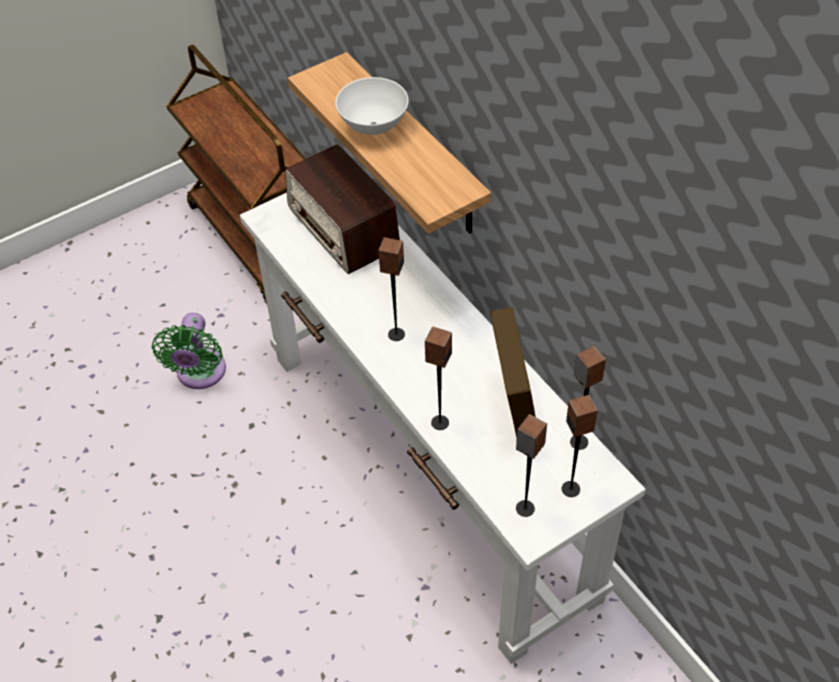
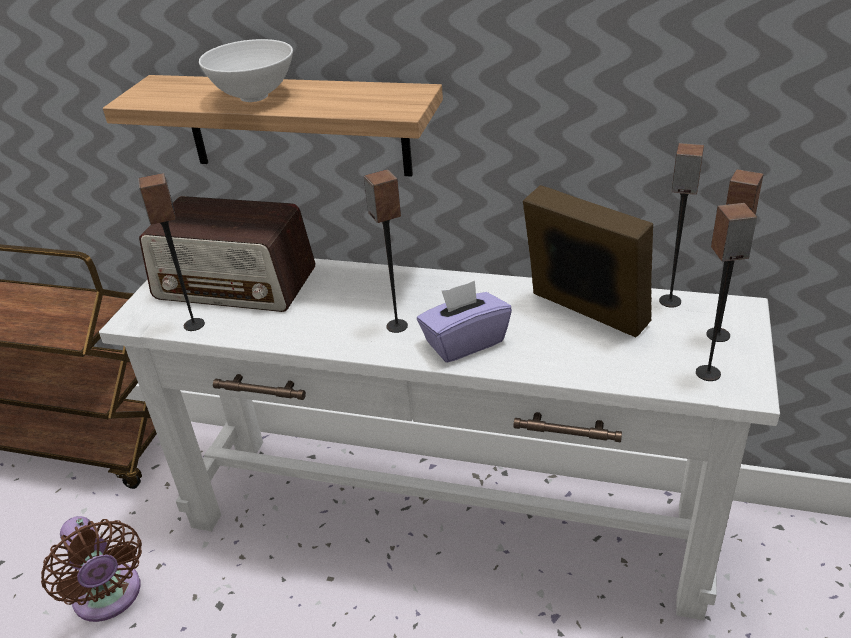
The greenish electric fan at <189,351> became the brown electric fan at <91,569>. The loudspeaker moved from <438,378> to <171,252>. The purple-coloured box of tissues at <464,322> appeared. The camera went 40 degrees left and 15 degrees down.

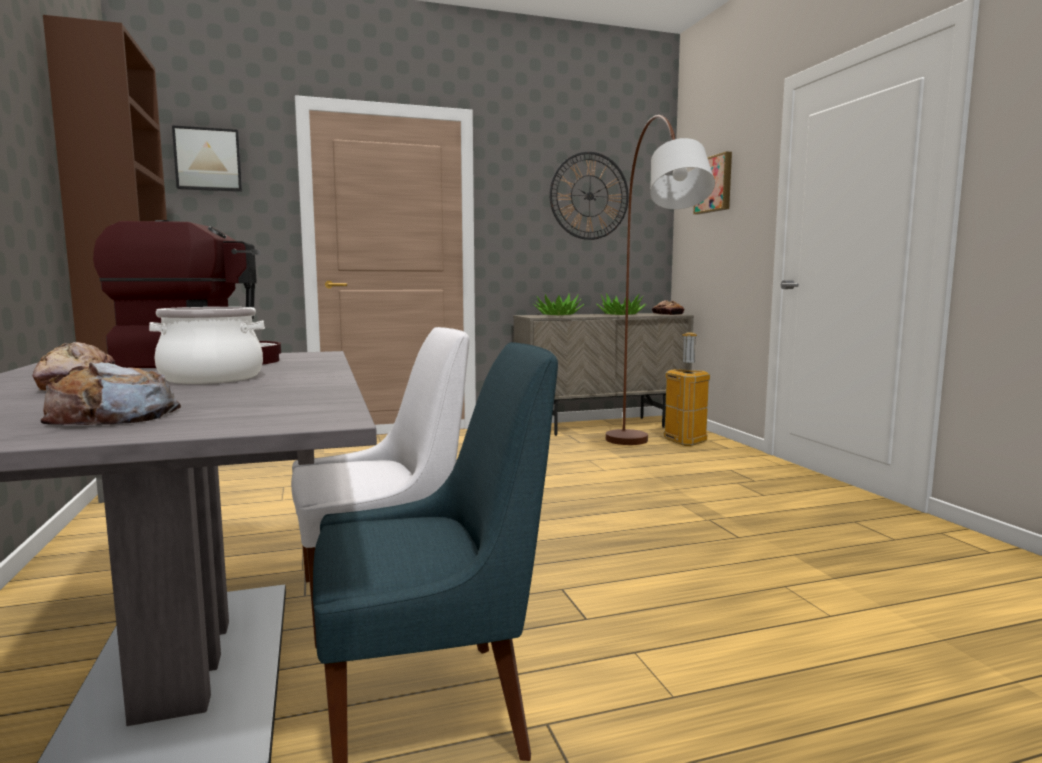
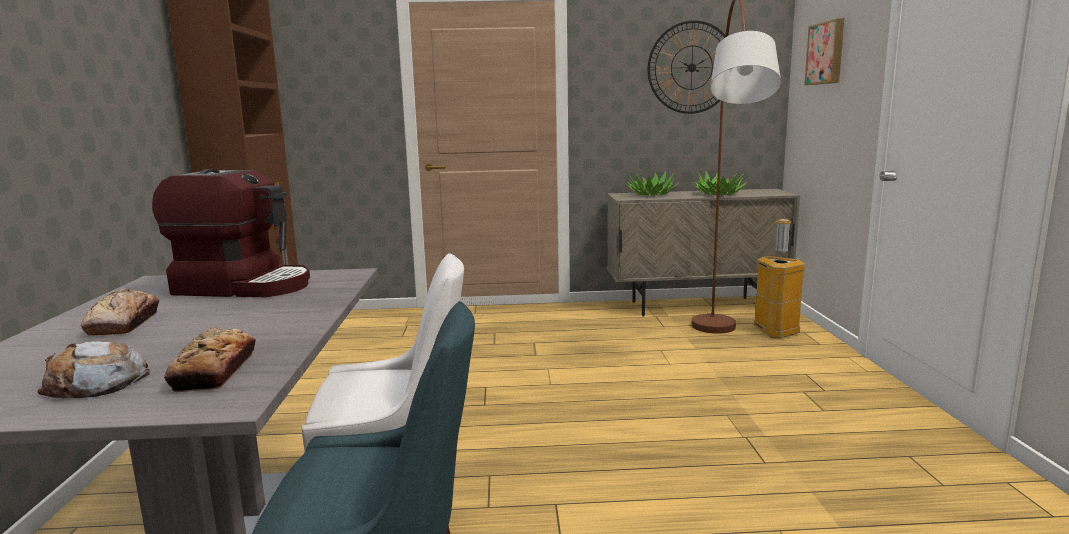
The cooking pot at <207,345> disappeared. The wall picture at <207,158> disappeared. The bread moved from <668,307> to <210,359>. The camera went 15 degrees right and 5 degrees up.

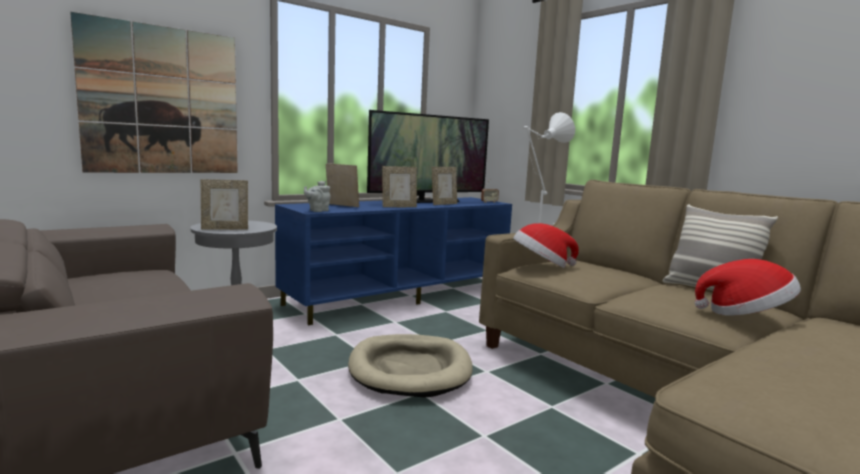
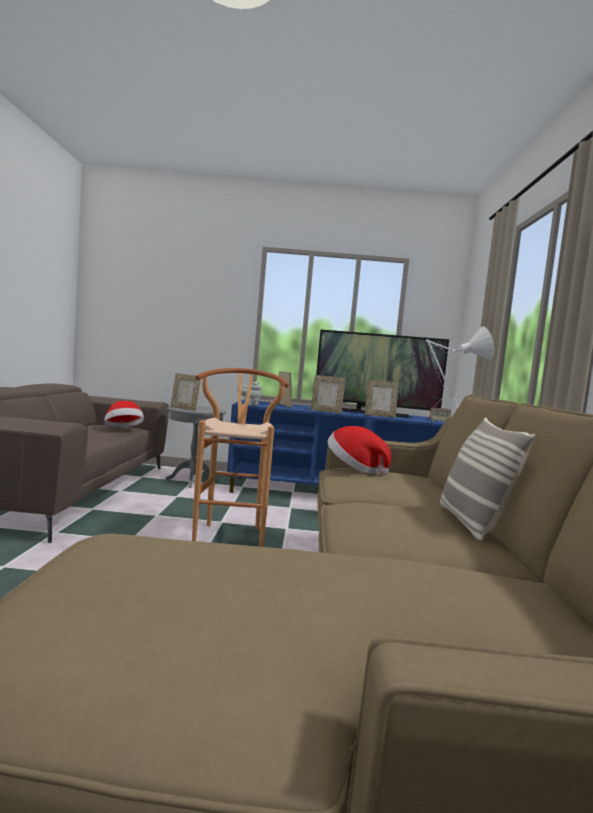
The wall picture at <154,92> disappeared. The beige pet bed at <410,366> was replaced by the brown stool seat at <240,457>. The hat moved from <747,287> to <124,414>. The camera went 40 degrees right and 5 degrees down.

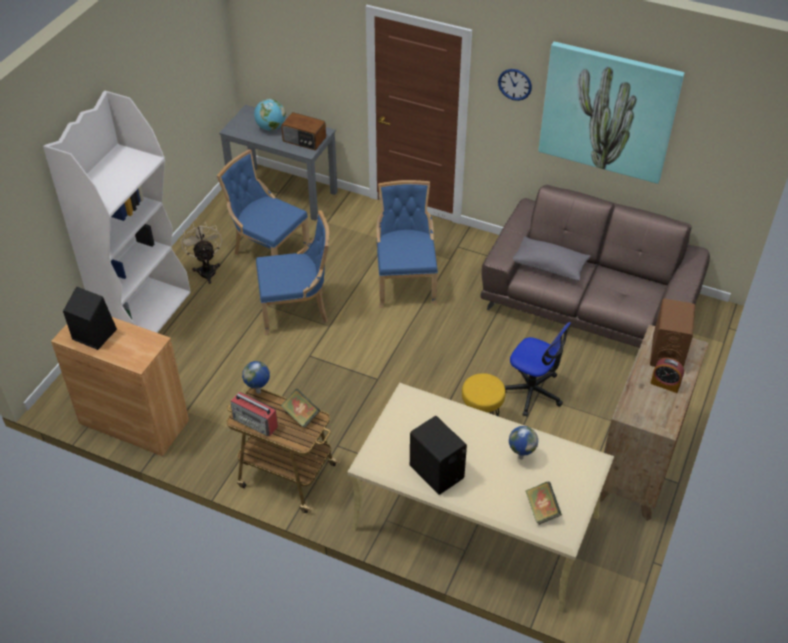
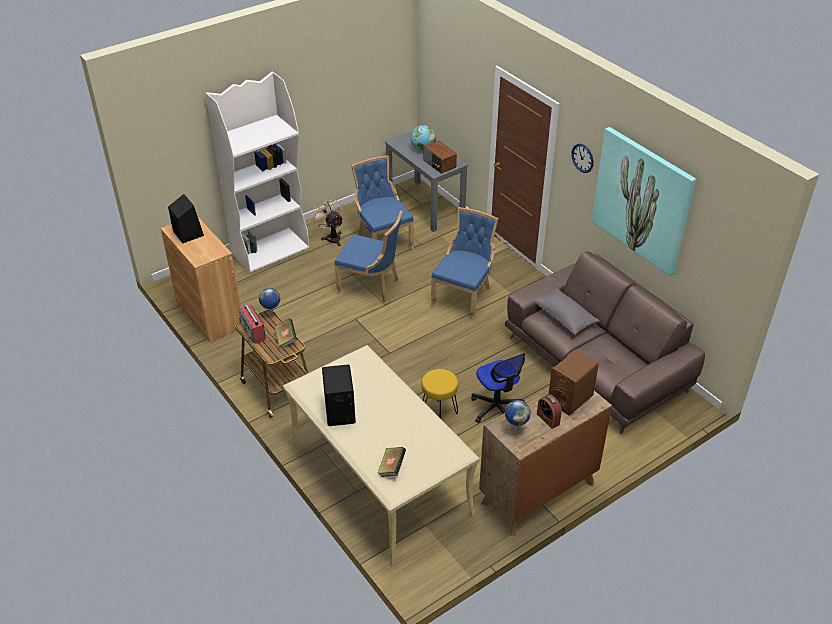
The beige electric fan at <201,252> turned 45 degrees counterclockwise. The desk globe moved from <523,443> to <518,415>. The camera went 30 degrees right and 5 degrees down.

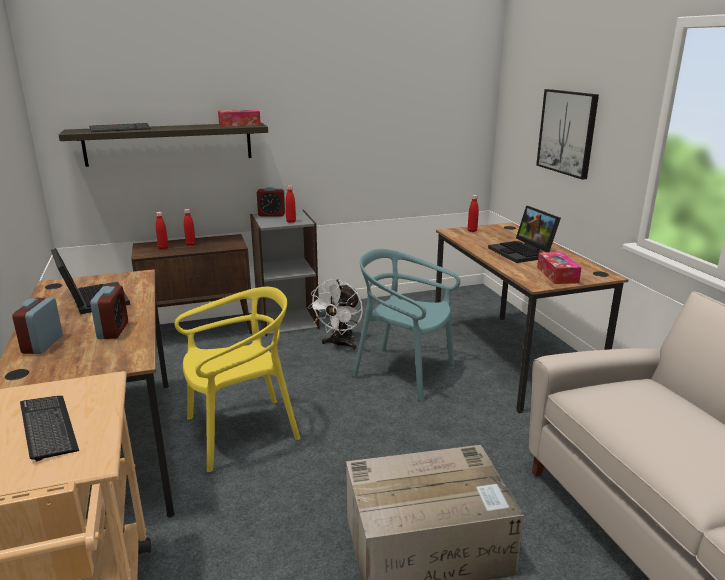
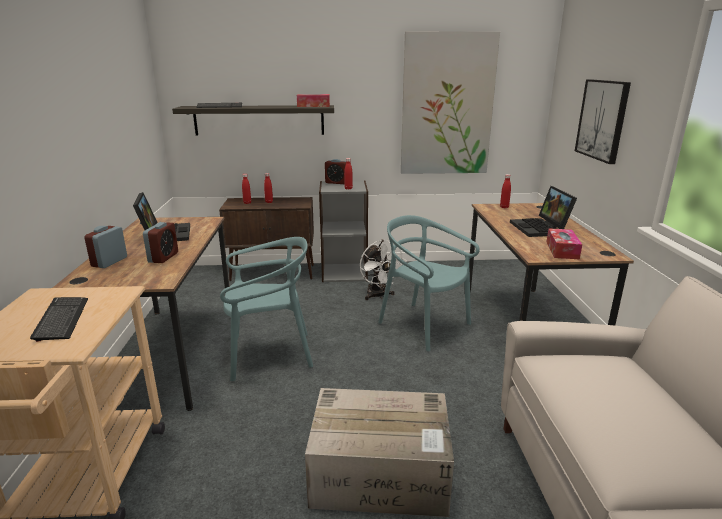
The yellowish upright chair at <237,379> became the turquoise upright chair at <266,309>. The white electric fan at <335,314> turned 60 degrees counterclockwise. The wall picture at <450,102> appeared. The camera went 15 degrees right and 0 degrees up.

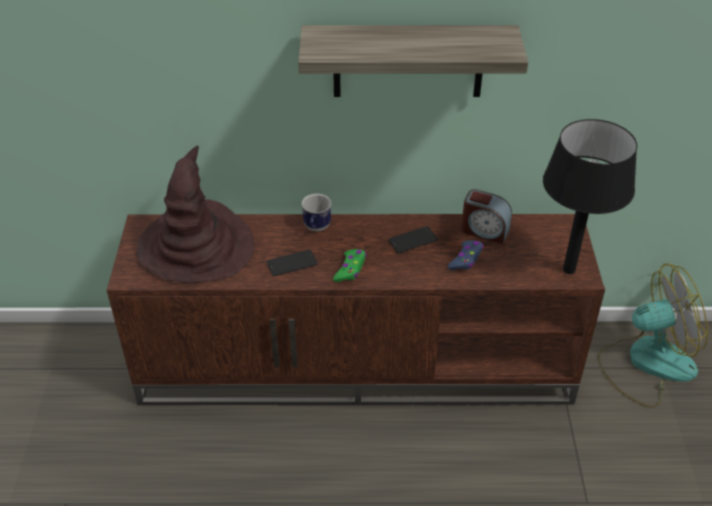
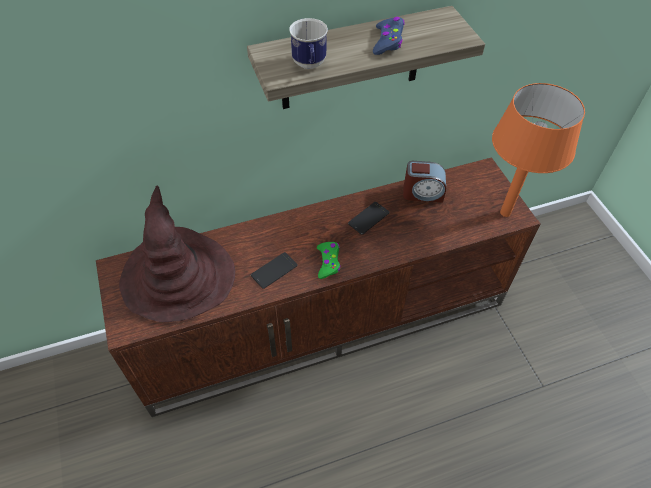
The coffee mug moved from <316,212> to <308,43>. The blue-coloured joypad moved from <465,255> to <389,36>. The black-coloured tabletop lamp at <590,196> became the orange-coloured tabletop lamp at <538,150>. The electric fan at <652,335> disappeared. The camera went 20 degrees left and 10 degrees up.

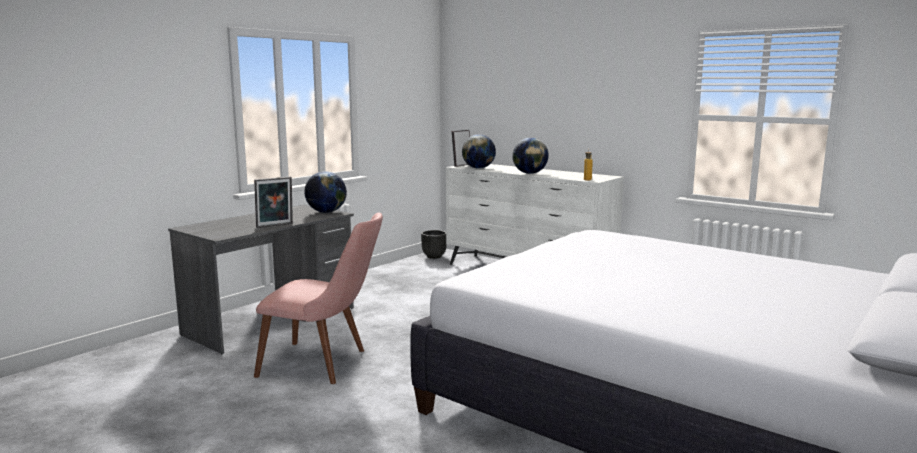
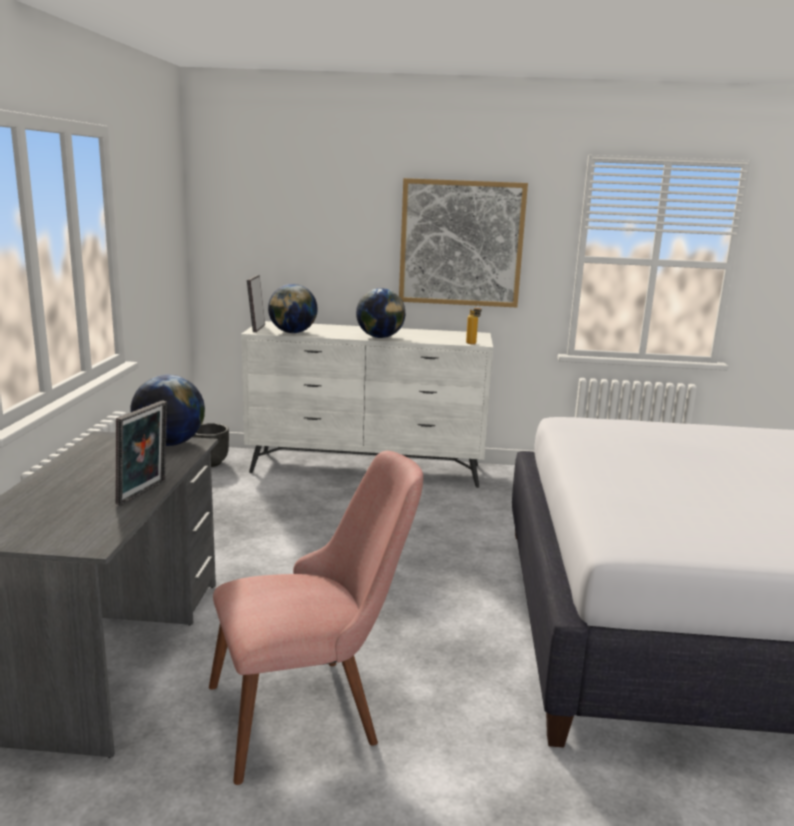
The wall picture at <463,242> appeared. The camera went 35 degrees left and 5 degrees up.

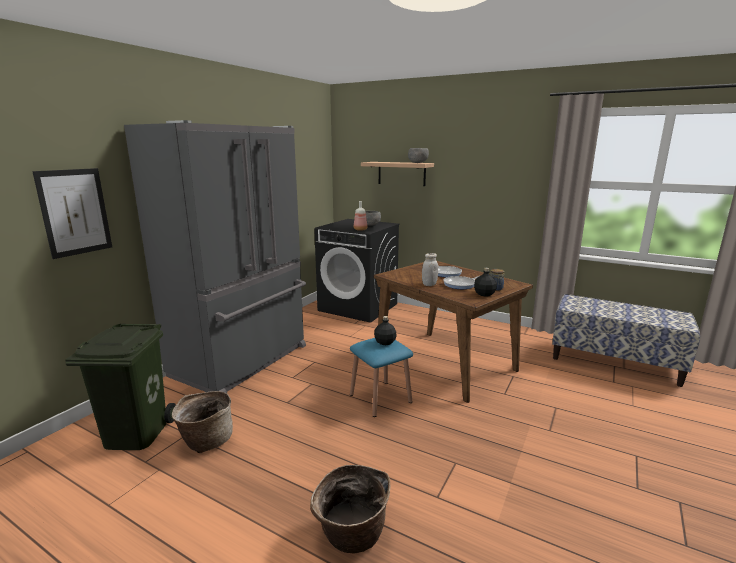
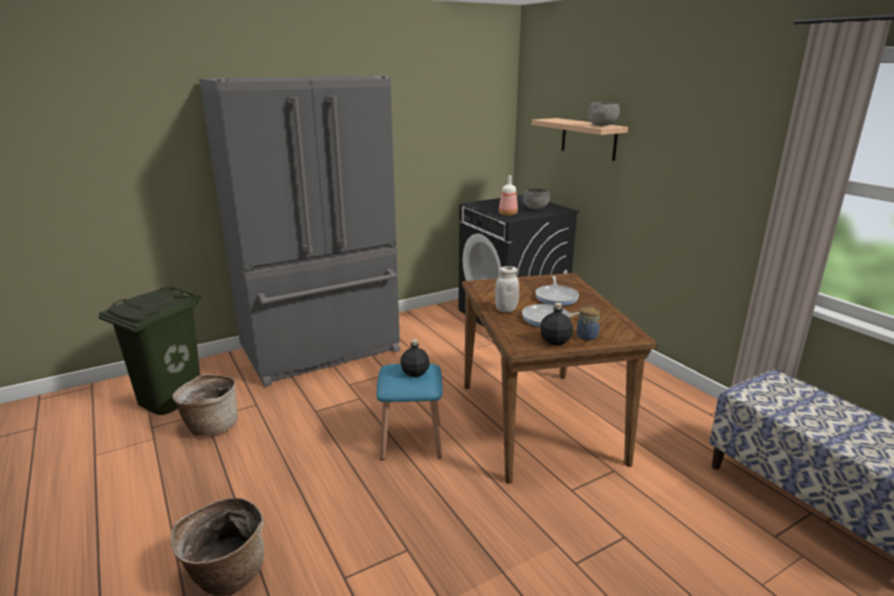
The wall picture at <72,213> disappeared. The camera went 30 degrees right and 5 degrees up.

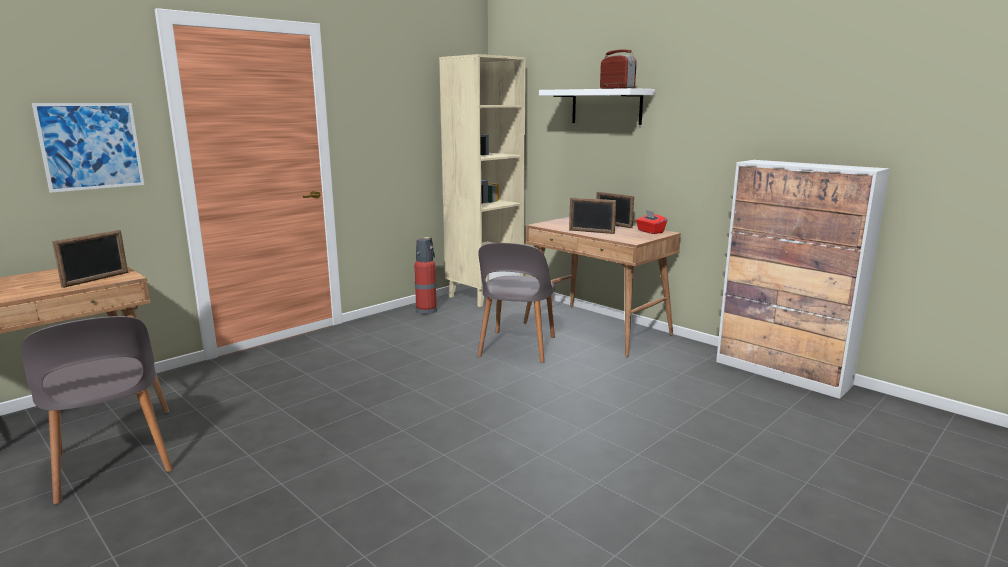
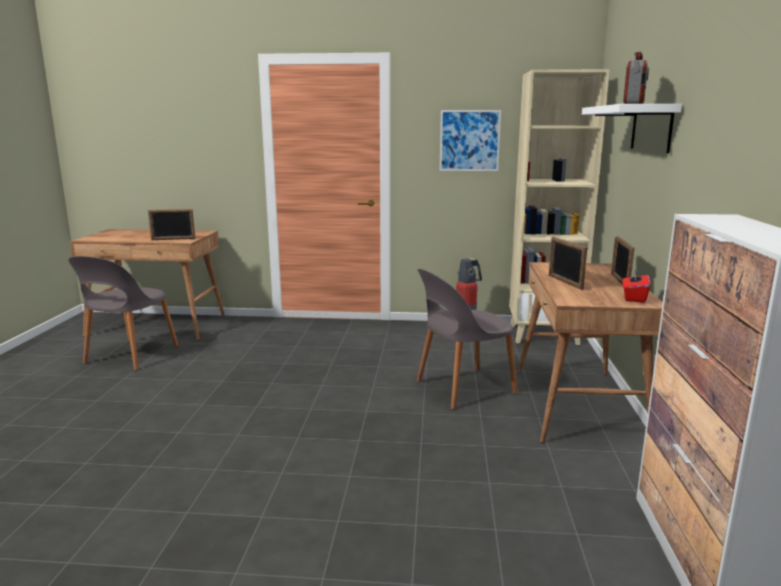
The wall picture moved from <88,148> to <470,140>. The camera went 50 degrees right and 0 degrees up.

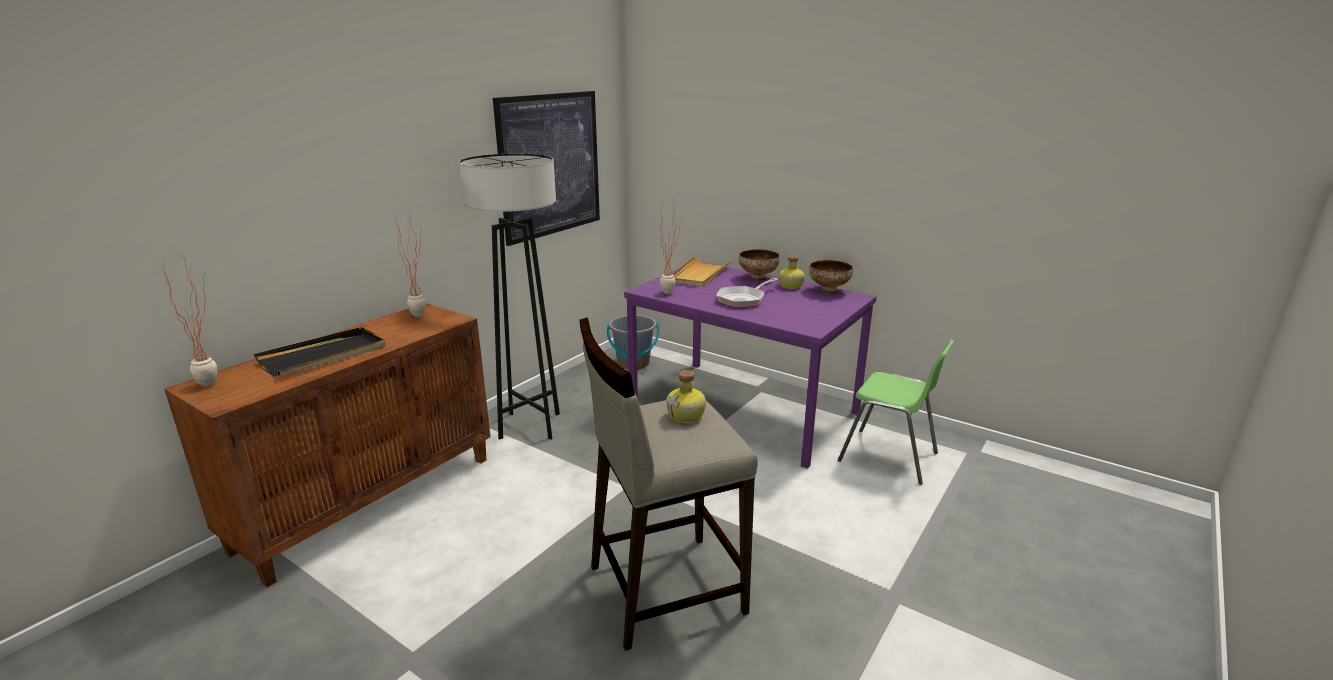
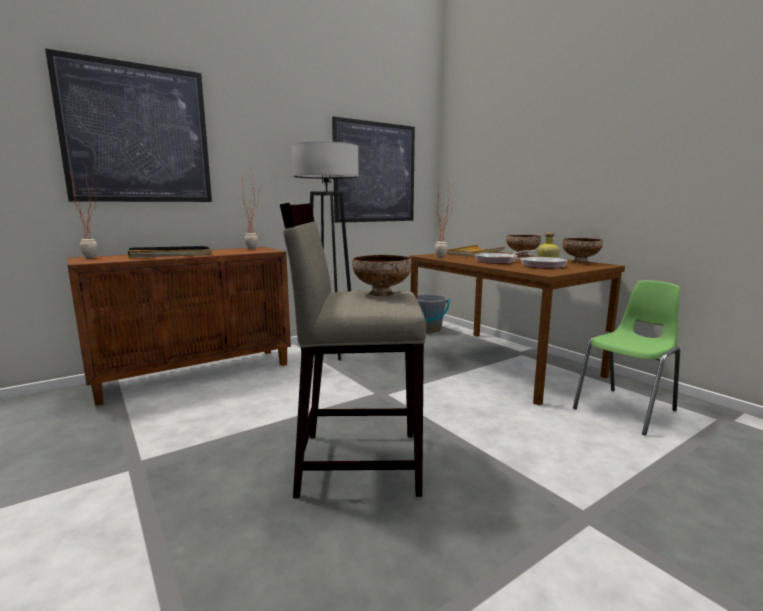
The purple-coloured dining table at <750,365> became the brown dining table at <517,329>. The drink bottle at <686,397> was replaced by the serving bowl at <382,275>. The greenish upright chair at <896,412> turned 90 degrees counterclockwise. The wall picture at <128,125> appeared. The pan at <531,262> appeared. The camera went 20 degrees right and 10 degrees down.

